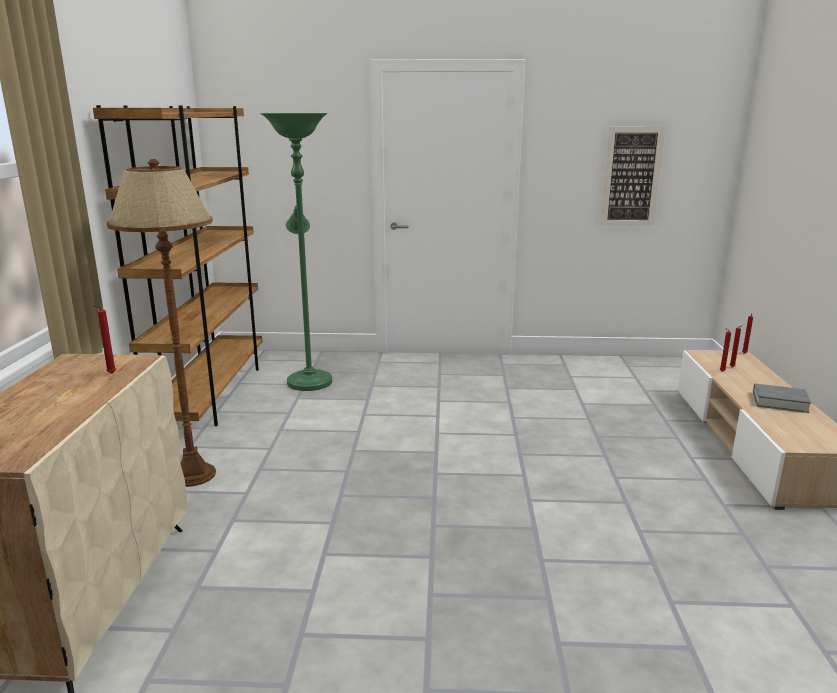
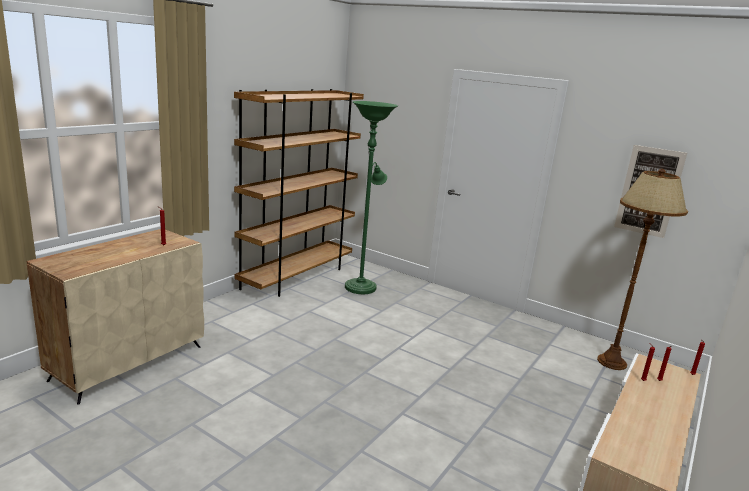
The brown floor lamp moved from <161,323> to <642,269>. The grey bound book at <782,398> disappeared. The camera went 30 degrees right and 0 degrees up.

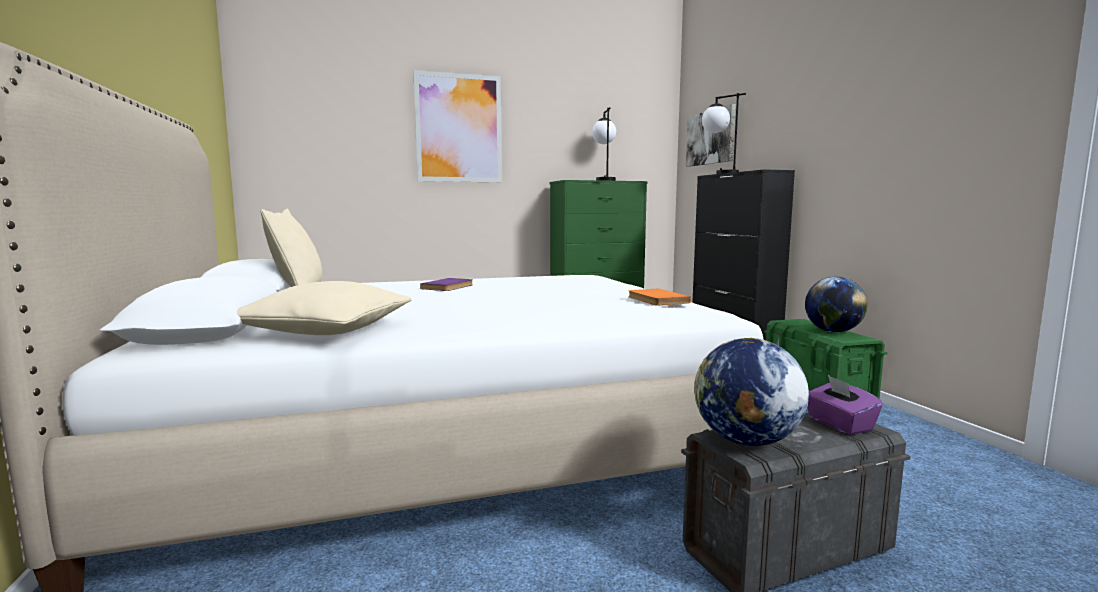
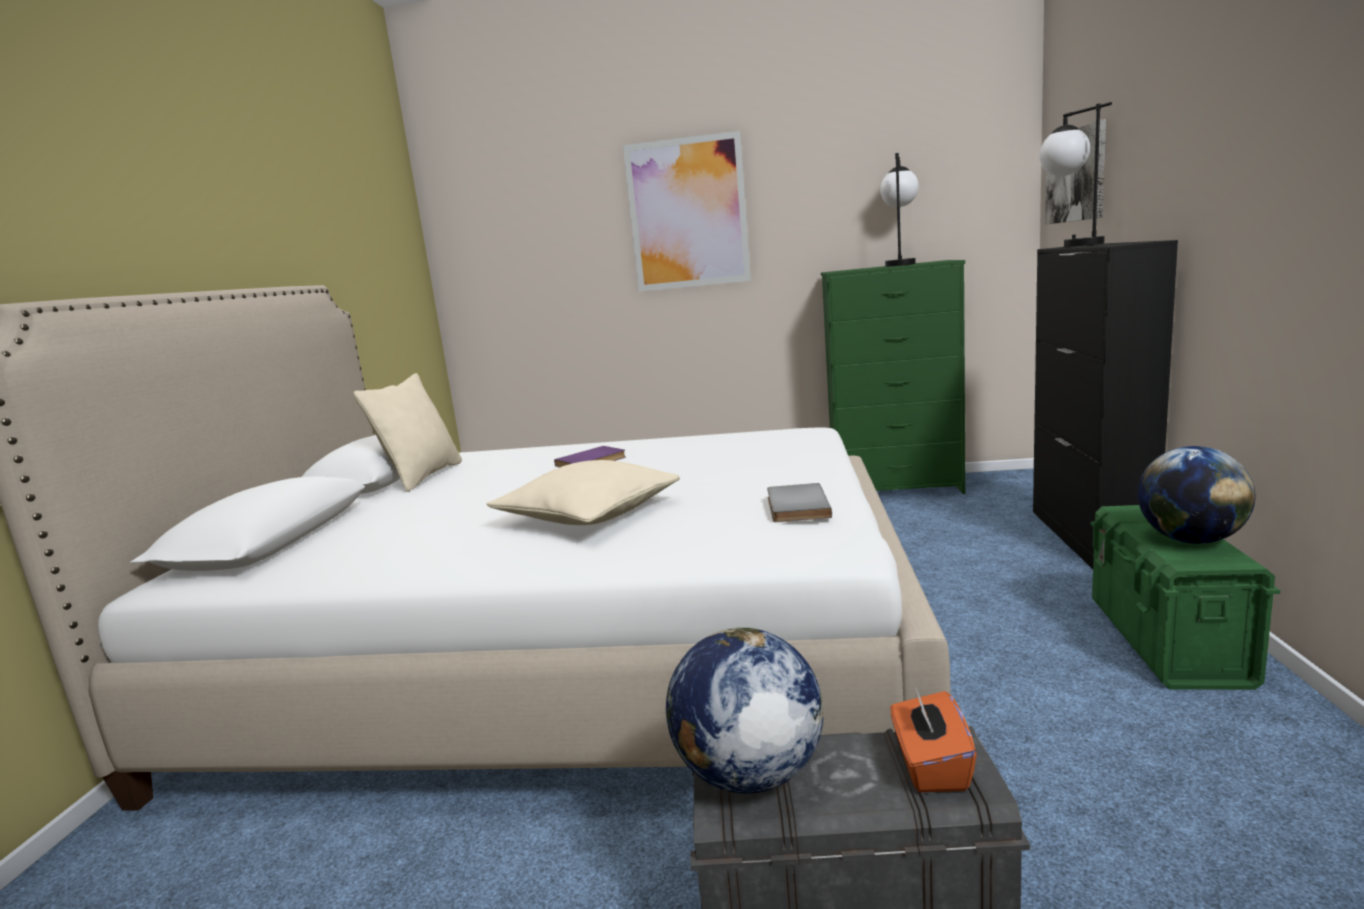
The beige cushion moved from <324,308> to <583,492>. The orange-coloured bound book at <659,297> became the grey bound book at <799,502>. The purple-coloured box of tissues at <845,405> became the orange-coloured box of tissues at <933,739>. The camera went 25 degrees right and 5 degrees up.

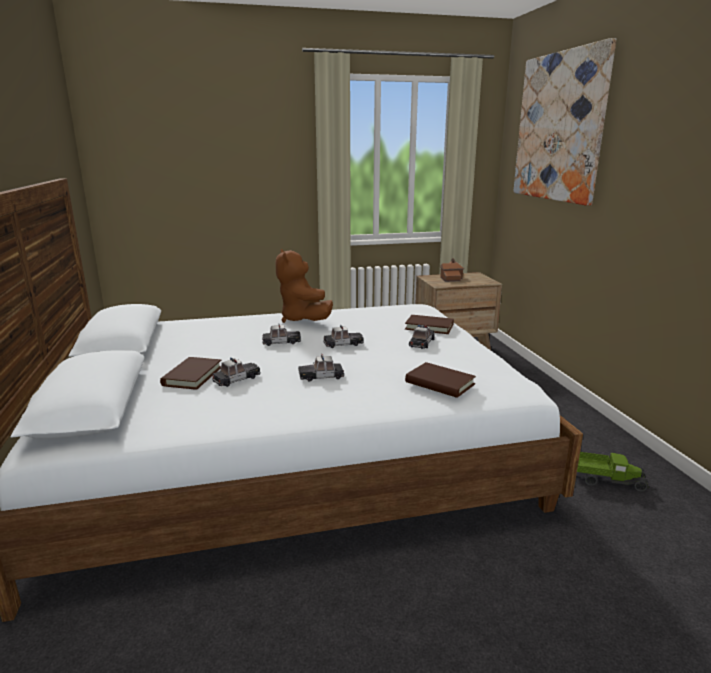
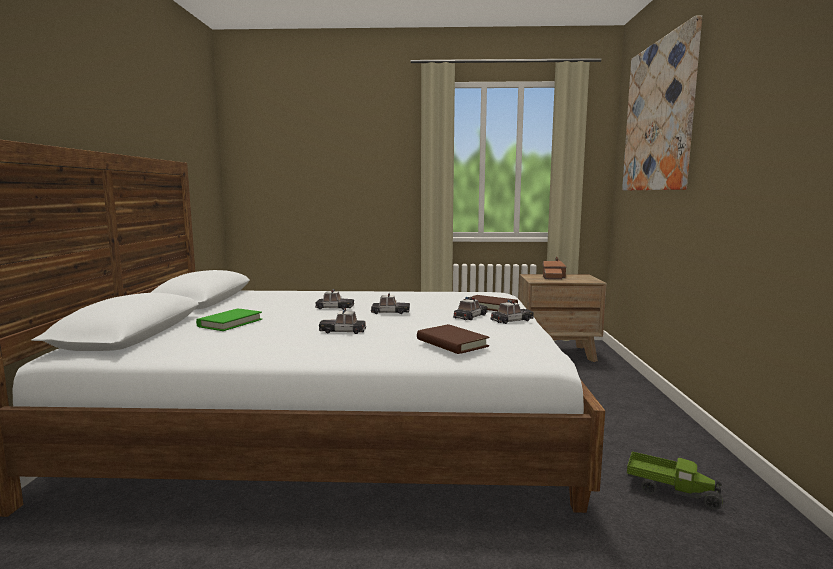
The brown bound book at <190,373> became the greenish bound book at <229,319>. The miniature car moved from <236,372> to <512,312>. The brown soft toy at <304,286> disappeared. The camera went 15 degrees right and 10 degrees down.

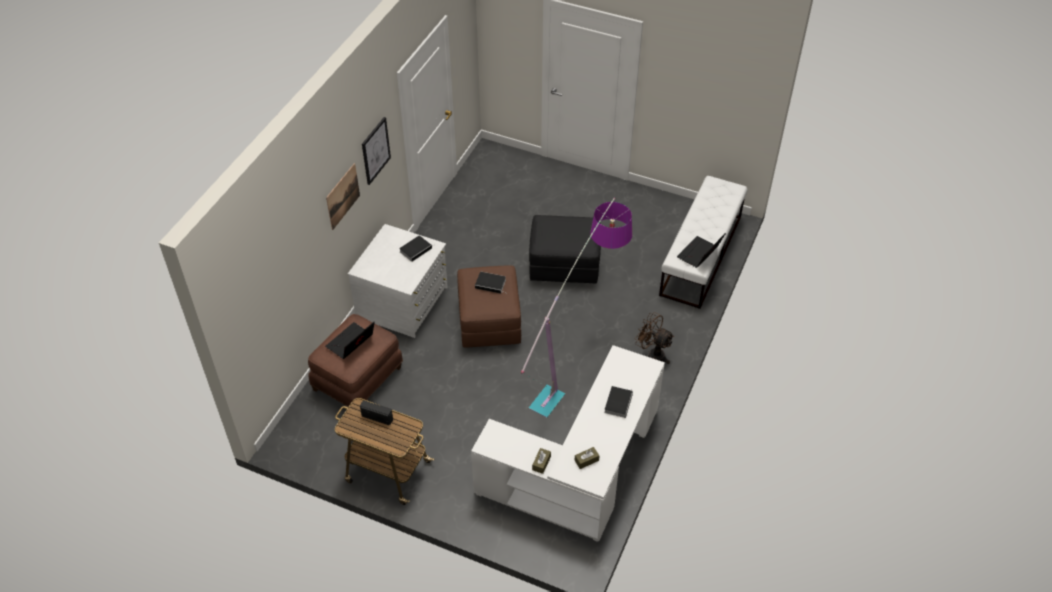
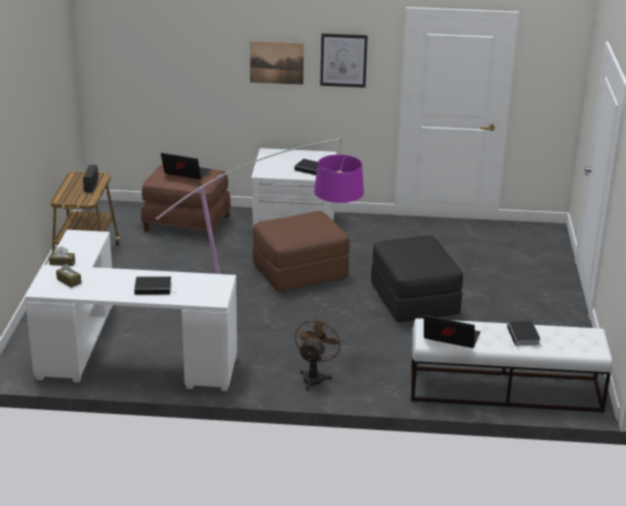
The bound book moved from <490,283> to <524,335>. The camera went 70 degrees right and 20 degrees down.

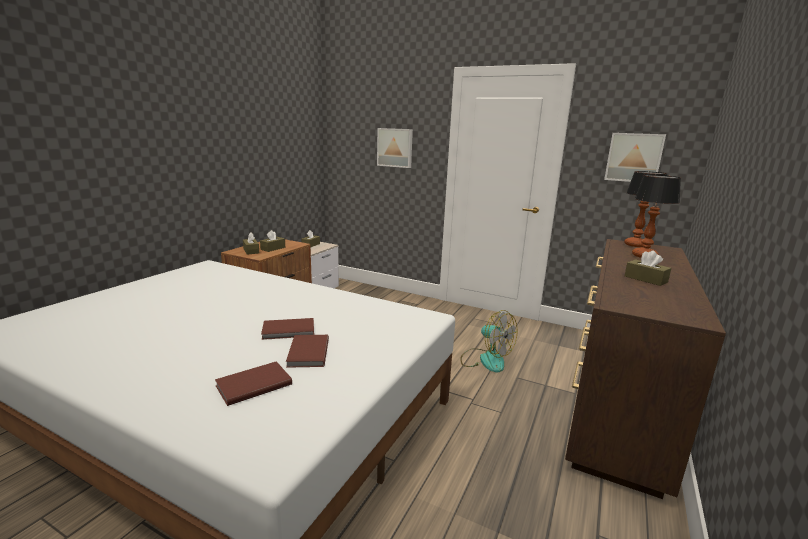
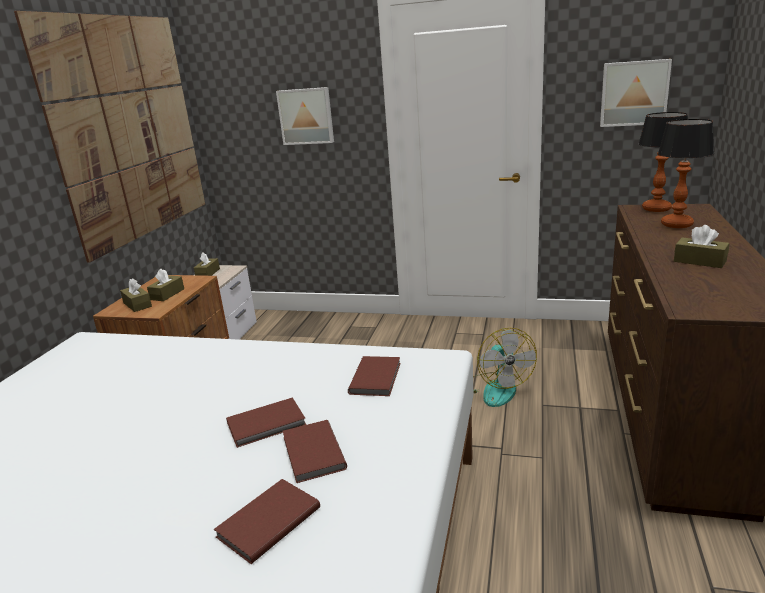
The electric fan at <488,341> turned 45 degrees clockwise. The wall picture at <109,137> appeared. The brown bound book at <374,376> appeared. The camera went 10 degrees left and 5 degrees up.

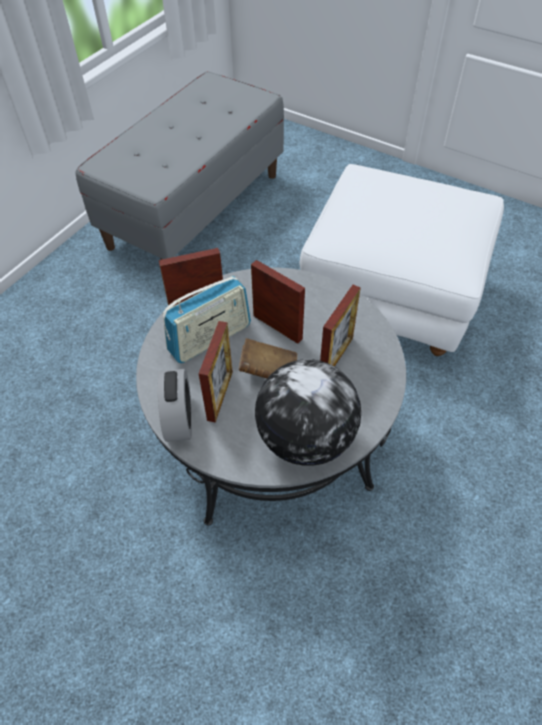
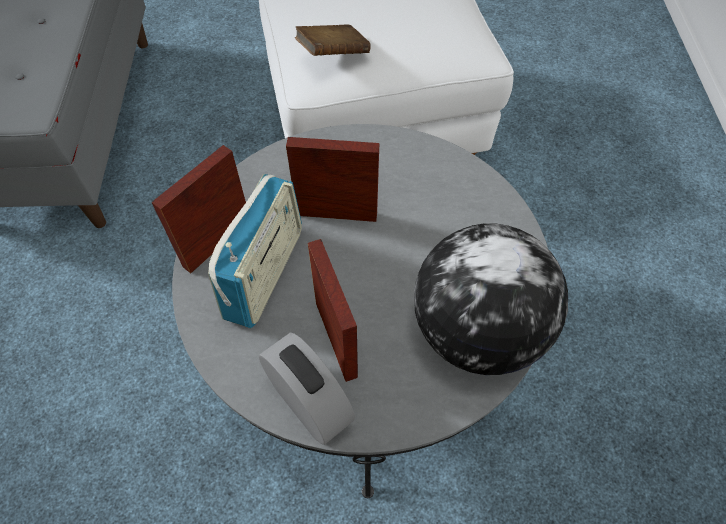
The brown bound book moved from <268,358> to <333,40>. The picture frame at <340,325> disappeared. The camera went 35 degrees left and 5 degrees up.

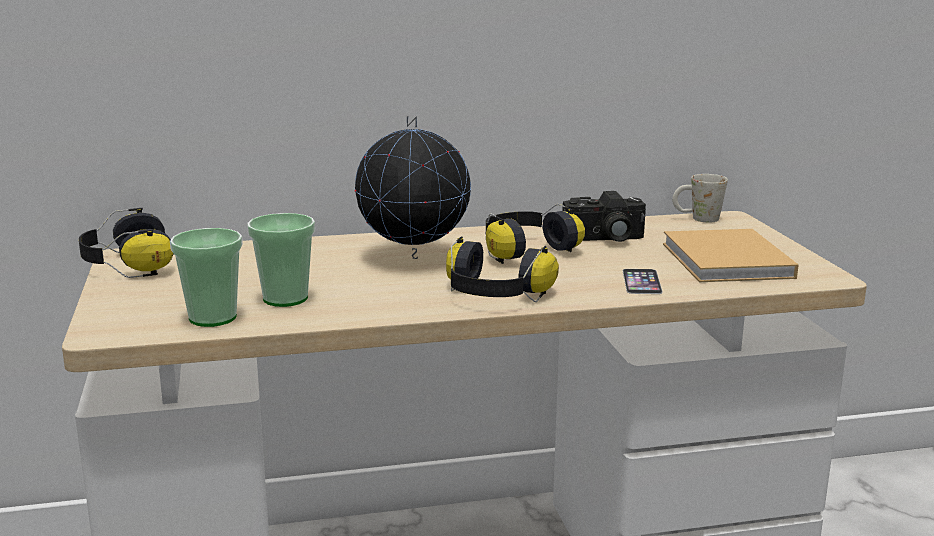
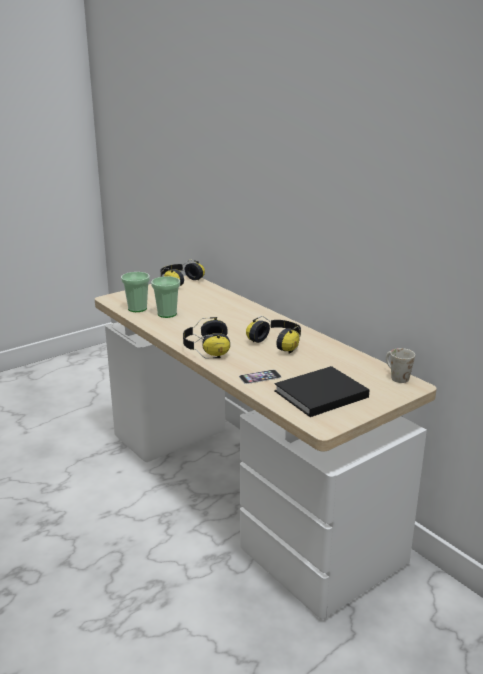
The desk globe at <413,187> disappeared. The photo camera at <604,216> disappeared. The beige bound book at <731,255> became the black-coloured bound book at <322,391>. The camera went 65 degrees right and 5 degrees up.

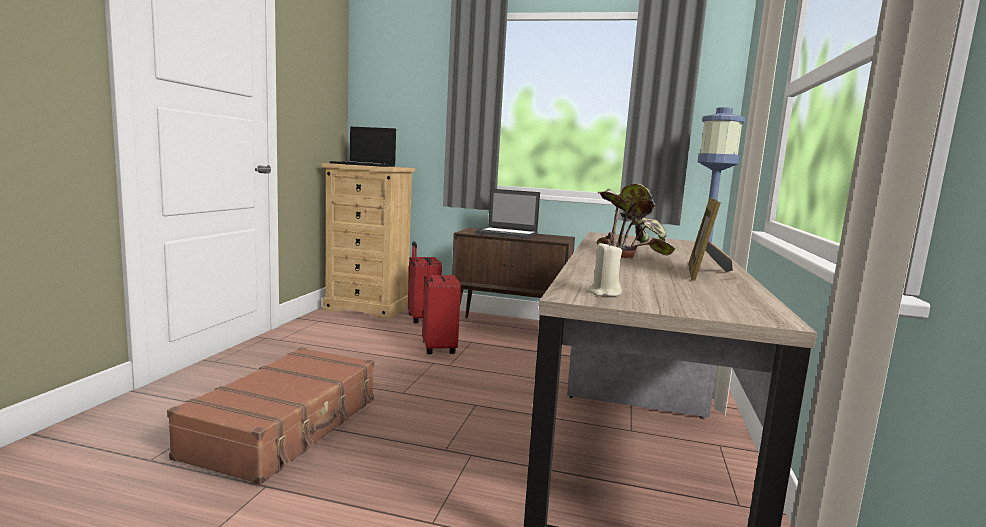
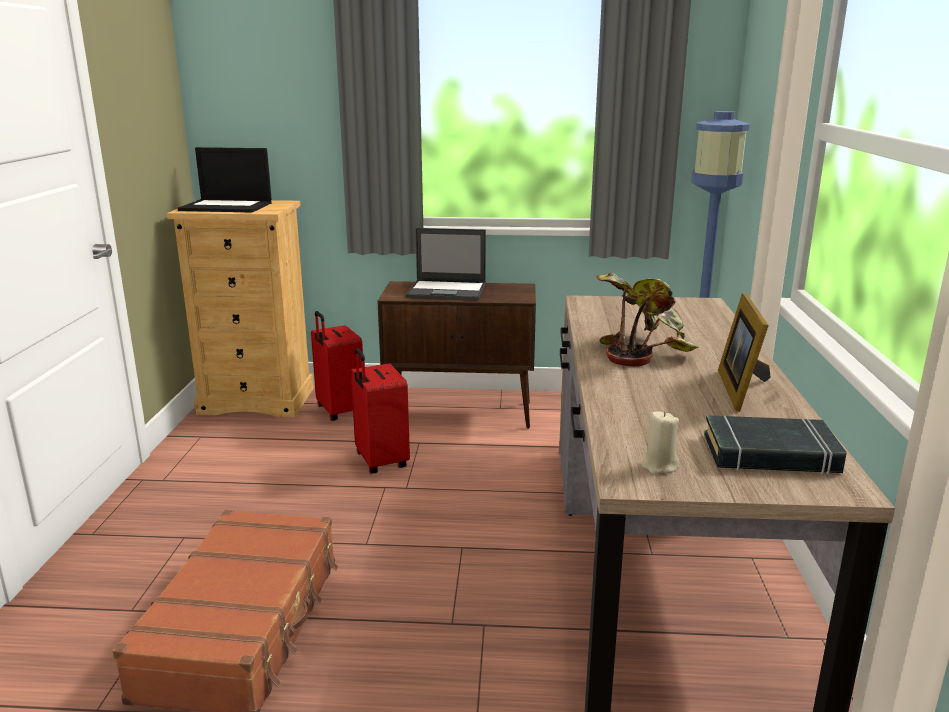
The black-coloured bound book at <775,445> appeared. The camera went 10 degrees left and 10 degrees up.

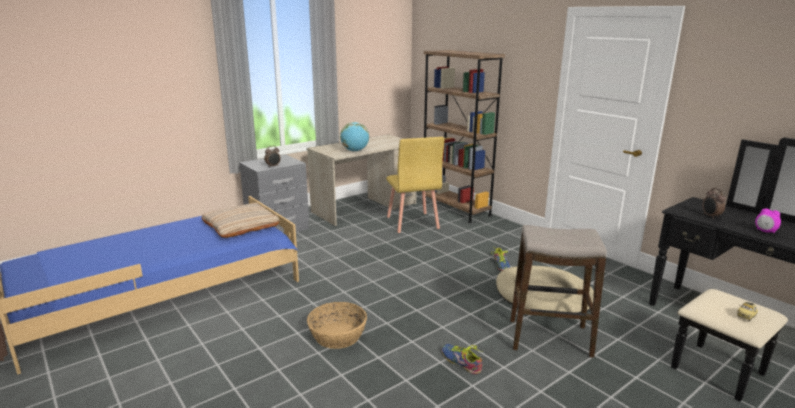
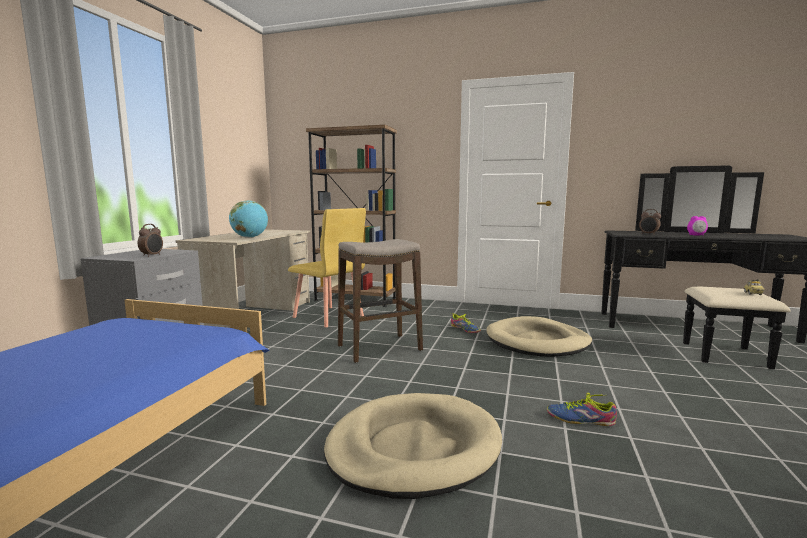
The beige cushion at <240,220> disappeared. The storage basket at <337,325> was replaced by the beige pet bed at <413,446>. The stool seat moved from <558,291> to <380,301>. The camera went 35 degrees left and 10 degrees down.

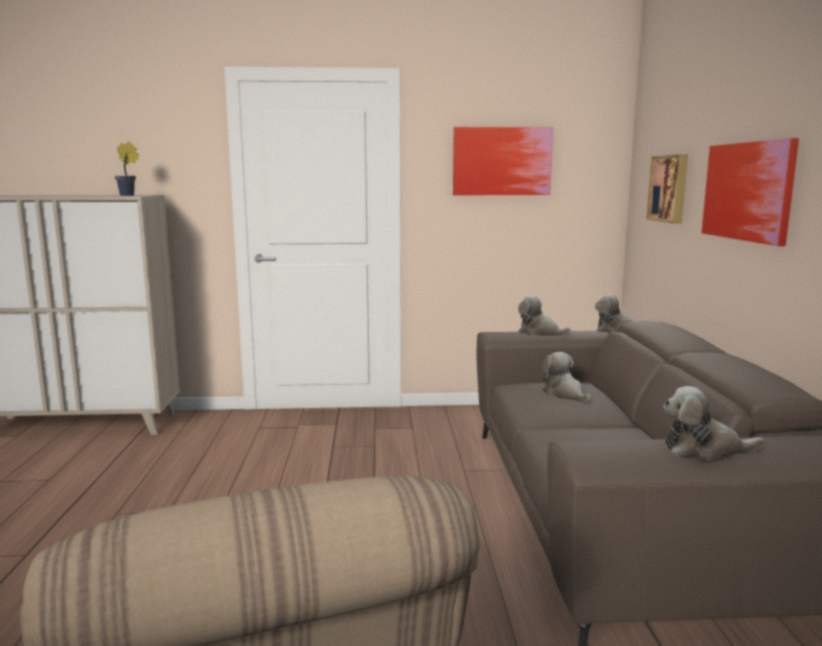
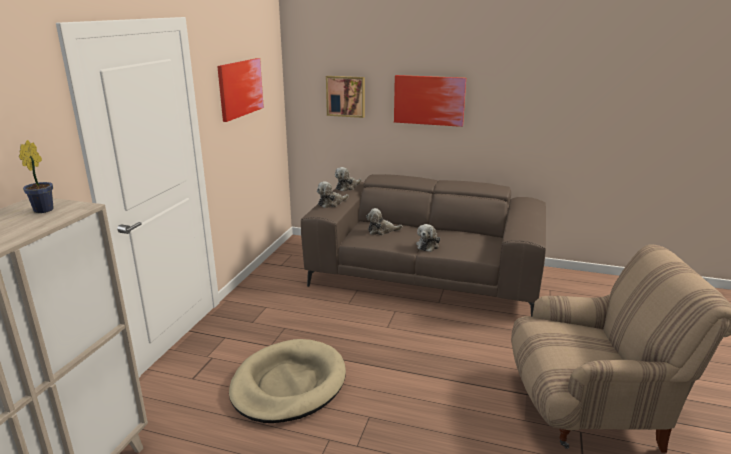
The soft toy moved from <714,423> to <428,238>. The beige pet bed at <287,381> appeared. The camera went 70 degrees left and 10 degrees up.

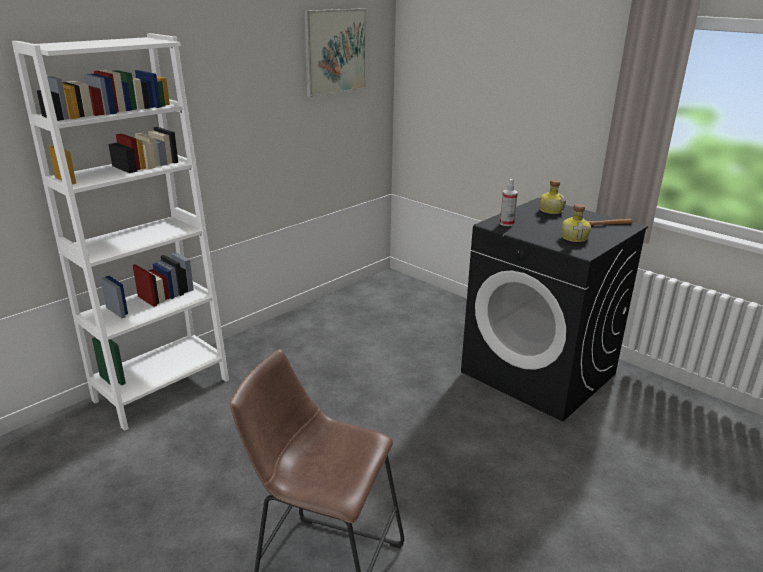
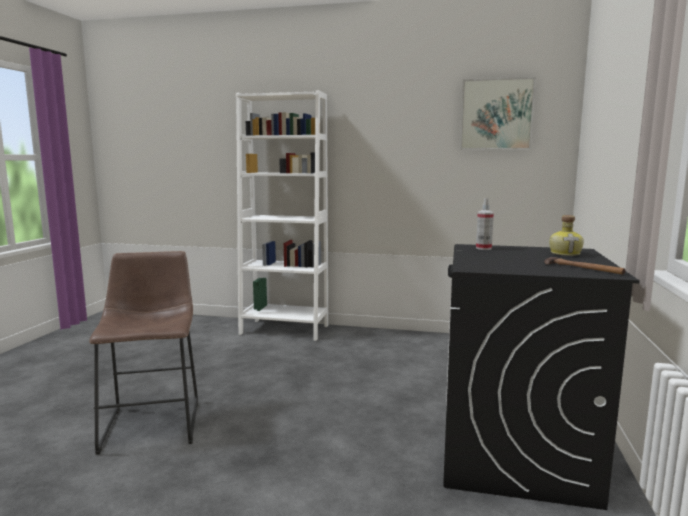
The drink bottle at <576,223> disappeared. The camera went 60 degrees right and 15 degrees down.

